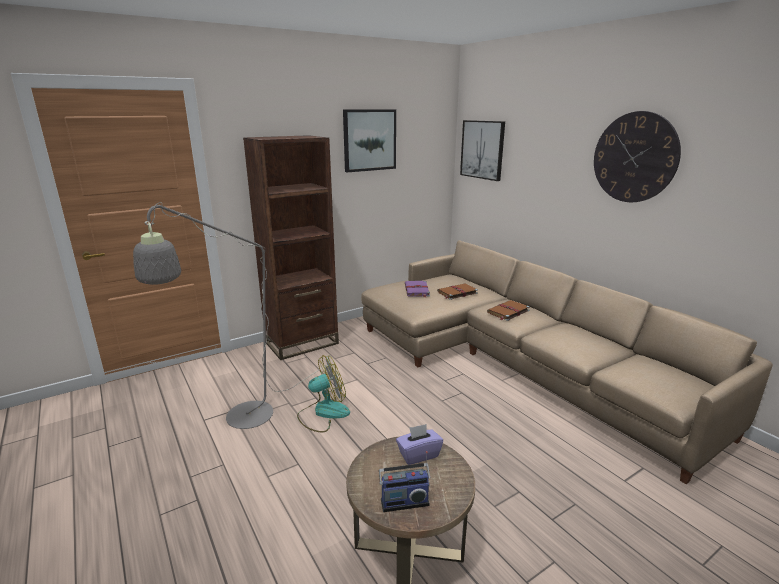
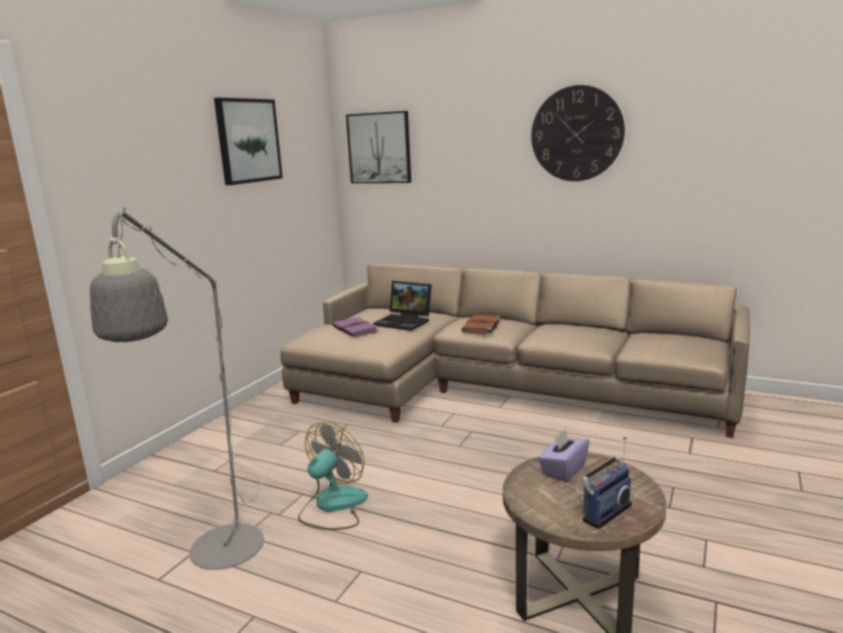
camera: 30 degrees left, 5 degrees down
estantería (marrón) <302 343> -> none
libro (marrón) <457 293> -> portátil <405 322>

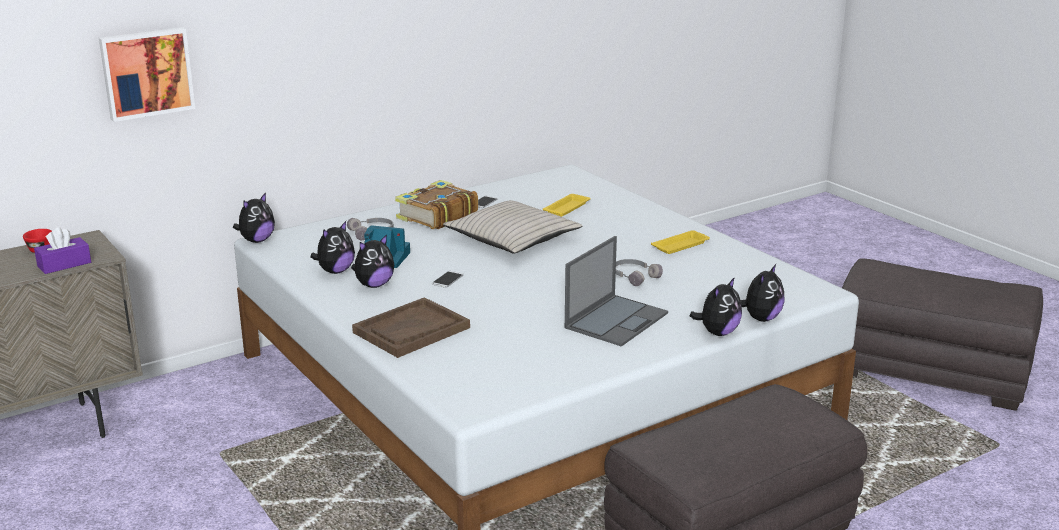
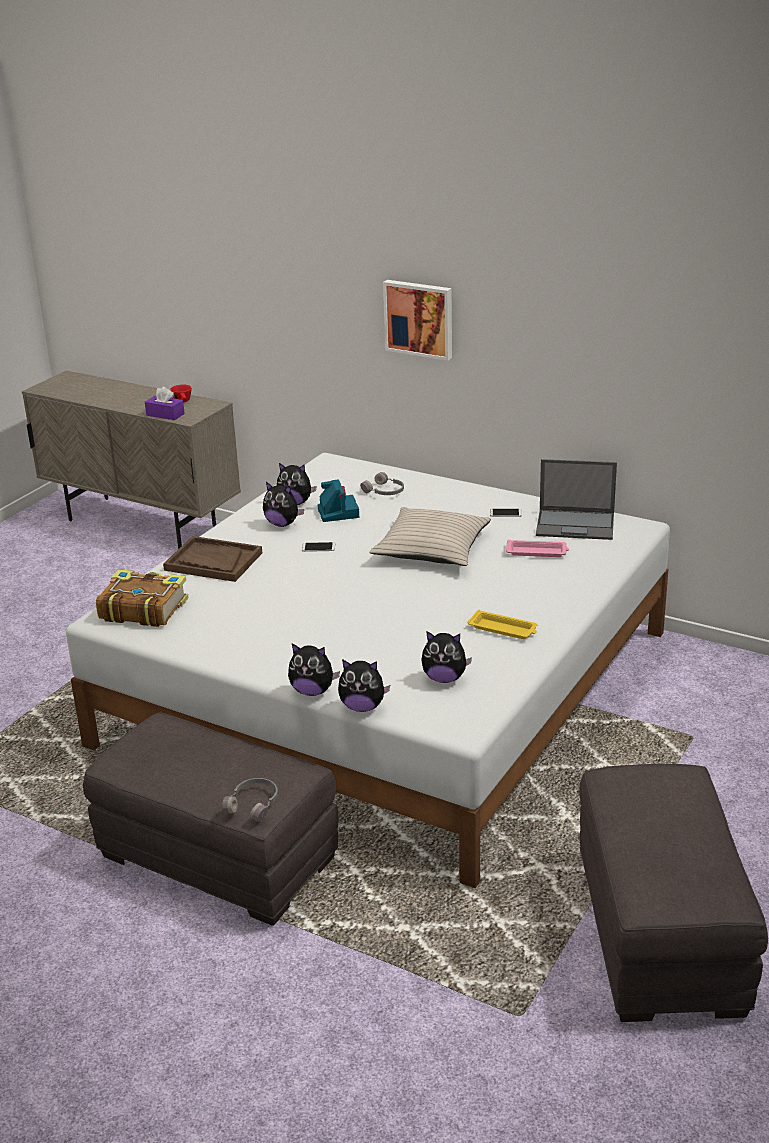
camera: 65 degrees right, 5 degrees up
cuadro <146 73> -> cuadro <419 318>, shifted
peluche <256 240> -> peluche <444 678>, shifted
libro <436 216> -> libro <143 609>, shifted
portátil <617 320> -> portátil <576 525>, shifted
auriculares (gris) <634 276> -> auriculares (gris) <254 804>, shifted
bandeja (amarillo) <567 208> -> bandeja (rosa) <537 552>

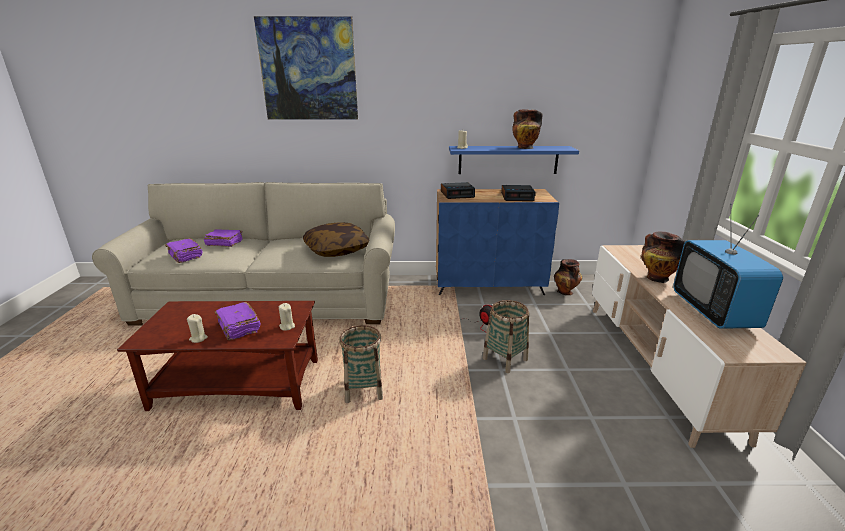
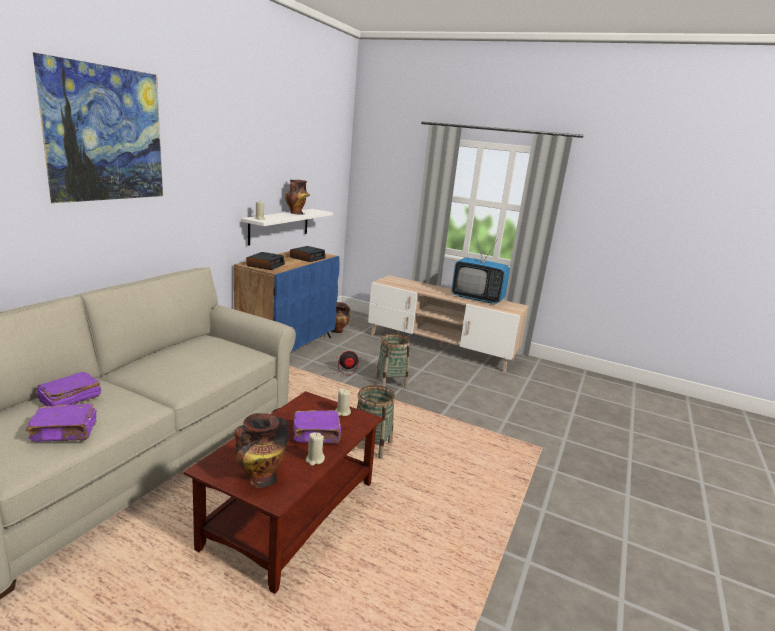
camera: 65 degrees left, 5 degrees down
cojín <337 250> -> none
florero <656 278> -> florero <261 478>, shifted
estante (azul) <508 160> -> estante (blanco) <279 226>

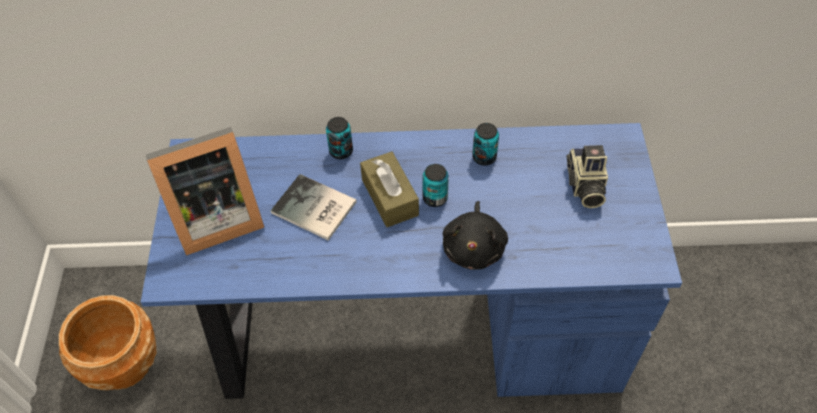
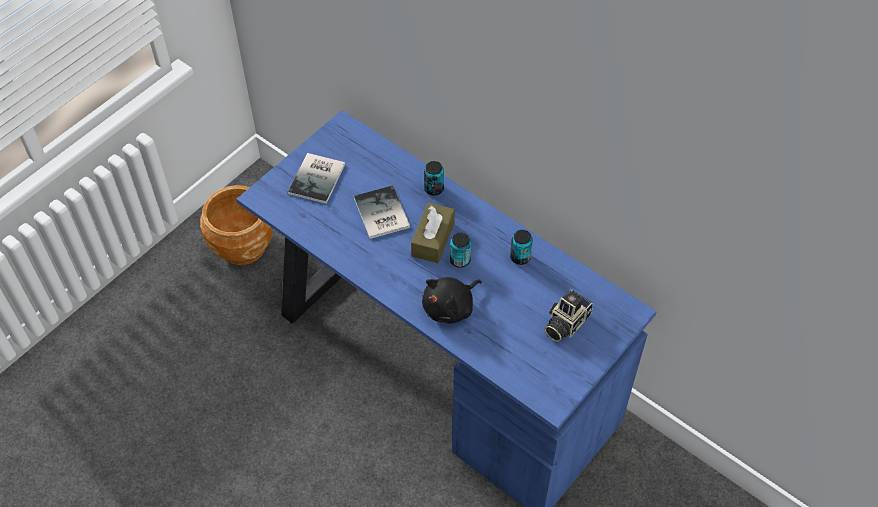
camera: 40 degrees right, 0 degrees up
portarretratos <213 218> -> libro <319 178>

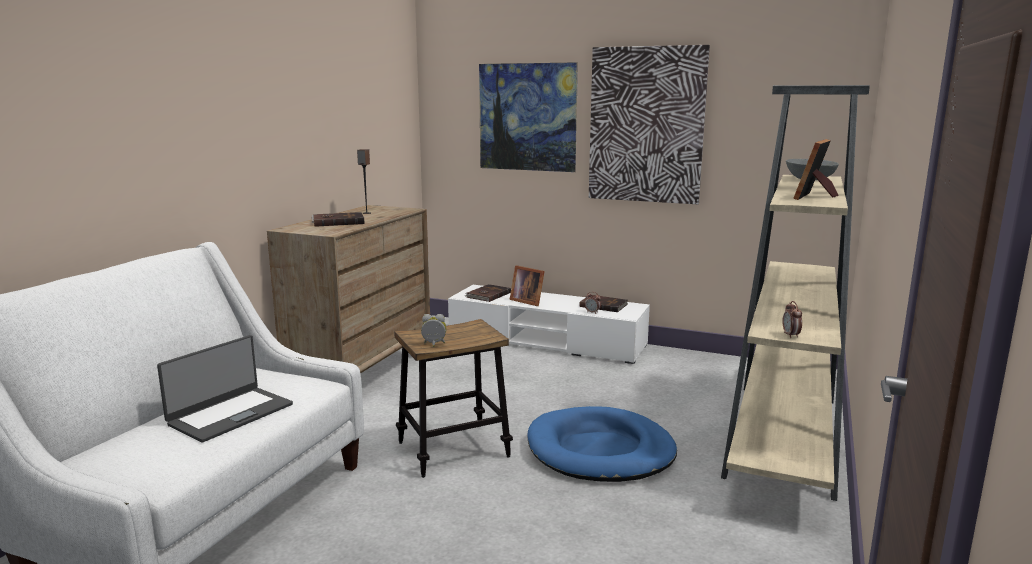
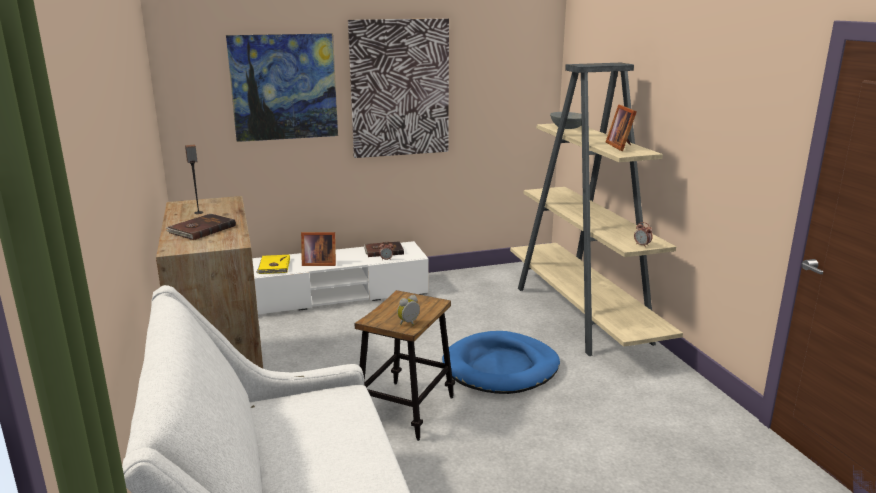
camera: 40 degrees left, 5 degrees up
portátil <230 414> -> none
libro (marrón) <488 295> -> libro (amarillo) <273 266>

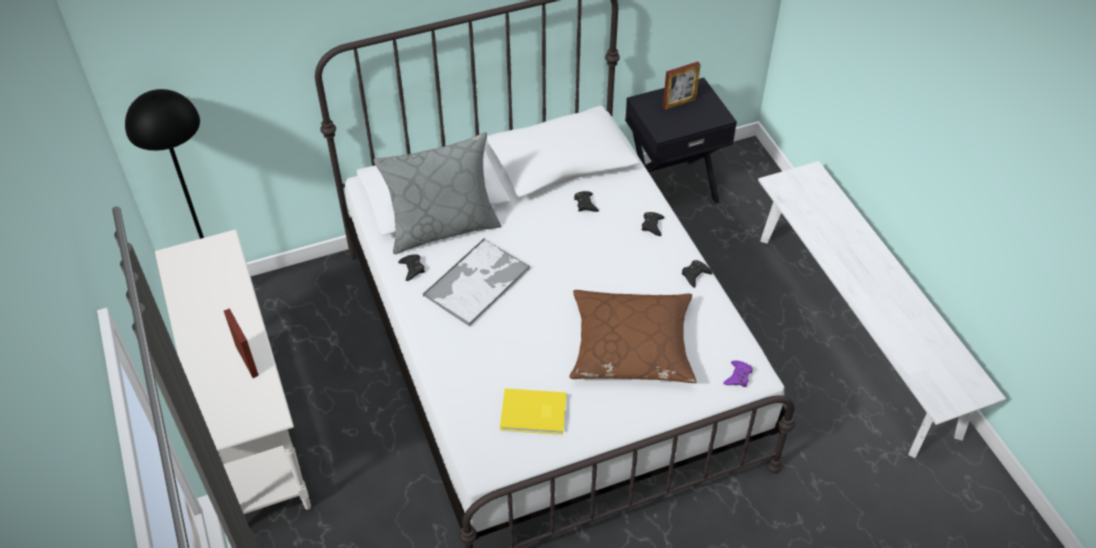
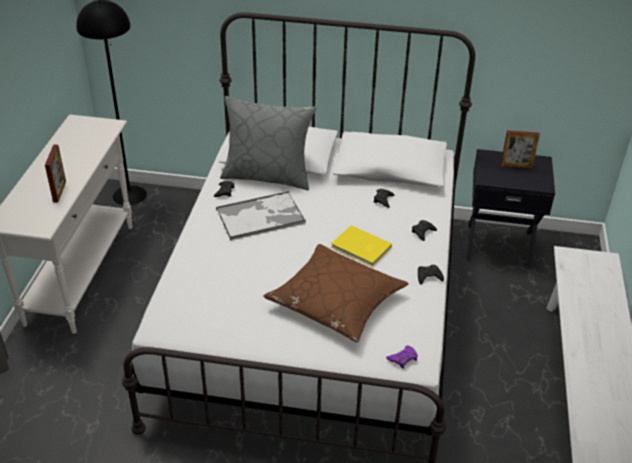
camera: 30 degrees right, 10 degrees down
libro (amarillo) <534 414> -> libro (amarillo) <361 248>, shifted

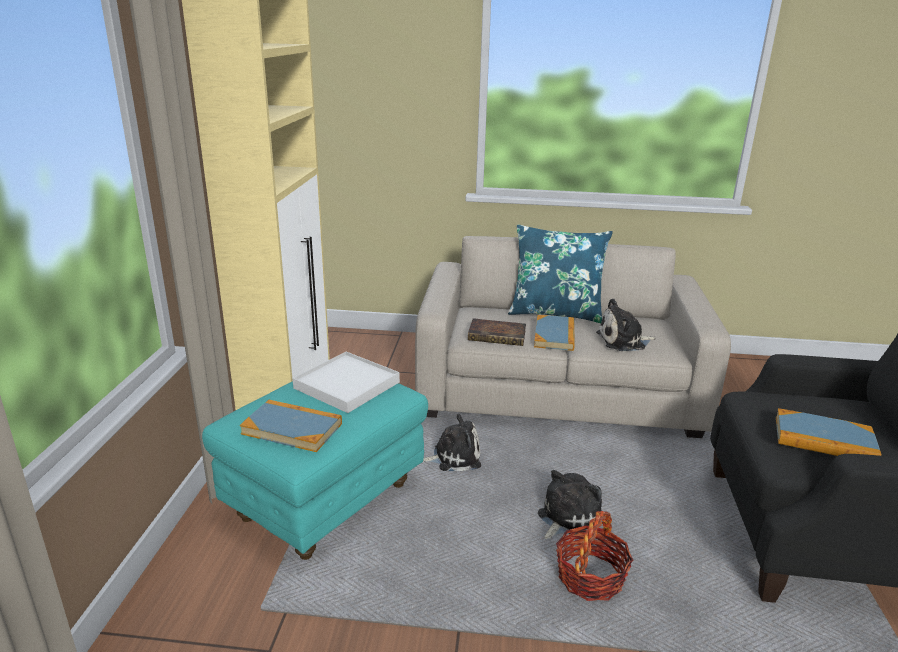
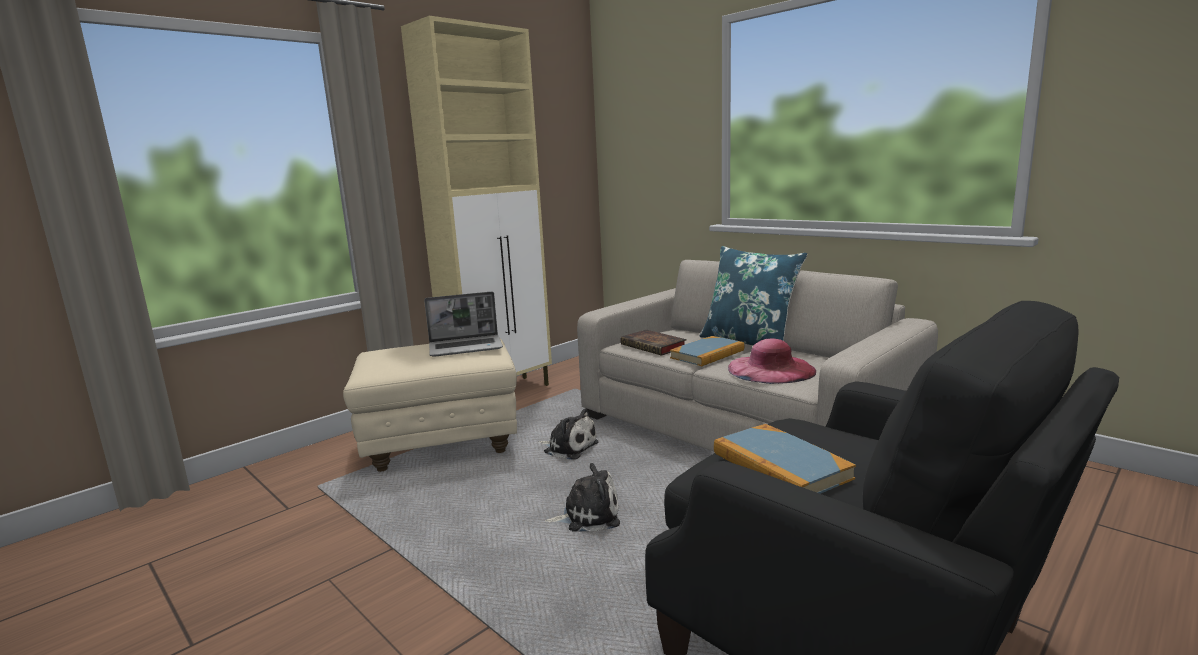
camera: 40 degrees right, 10 degrees down
libro <292 429> -> none
cesta <590 577> -> none
bandeja (blanco) <347 385> -> portátil <466 347>
peluche <624 341> -> sombrero (rosa) <771 369>
puf (turquesa) <326 500> -> puf (beis) <442 445>

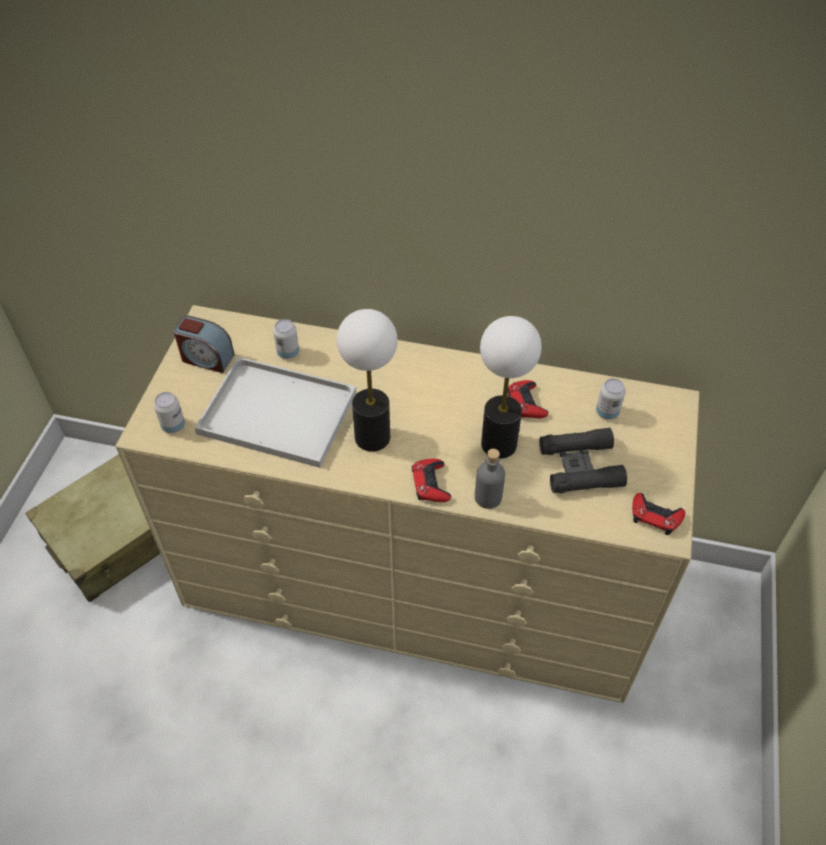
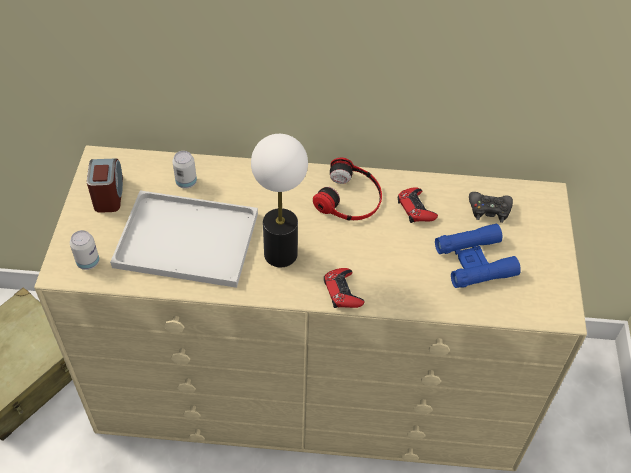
camera: 10 degrees left, 0 degrees up
botella (gris) <488 497> -> none
lámpara de mesa <499 444> -> none
mando de consola (rojo) <655 516> -> none
none -> auriculares <350 198>
lata <607 412> -> mando de consola (negro) <489 210>
prismáticos (negro) <580 466> -> prismáticos (azul) <475 261>
despertador <206 358> -> despertador <109 195>, 105 degrees counterclockwise

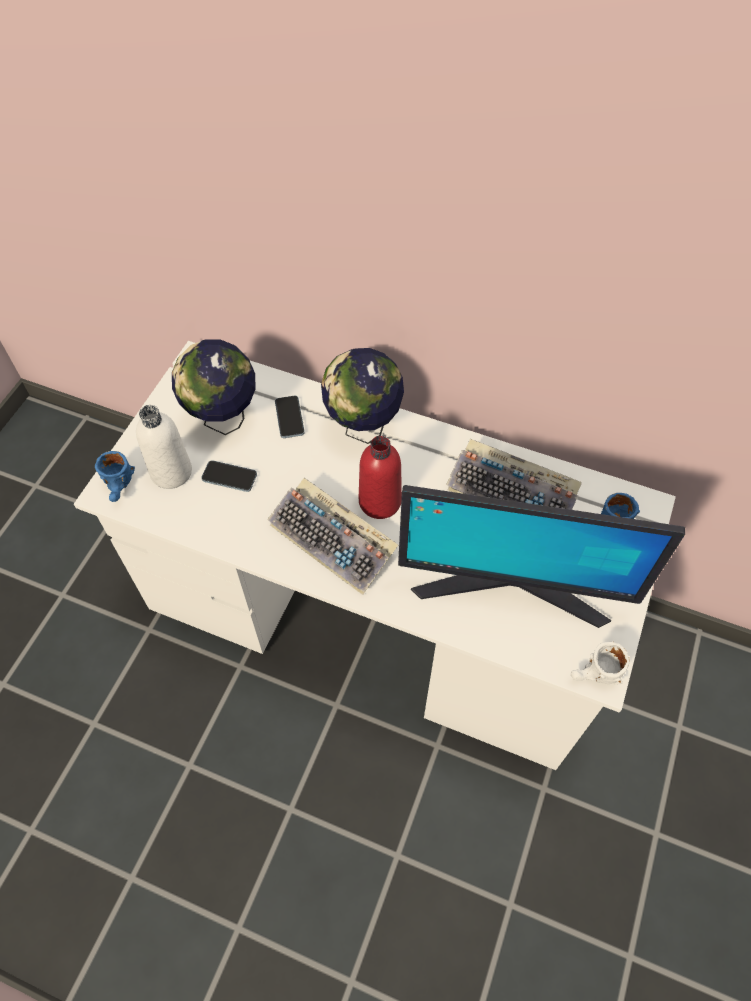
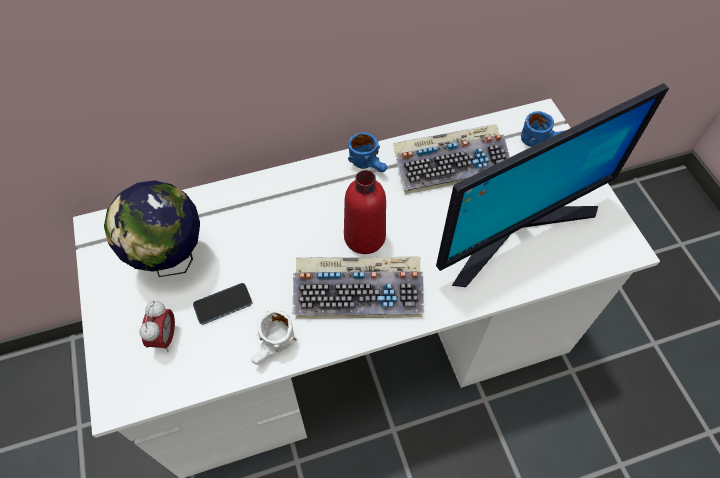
camera: 40 degrees left, 0 degrees up
móvil <289 418> -> none
globo terráqueo <363 428> -> none
taza grande (azul) <120 487> -> taza grande (azul) <370 165>, shifted
taza grande (blanco) <595 676> -> taza grande (blanco) <274 348>, shifted
botella (blanco) <171 472> -> despertador <165 337>

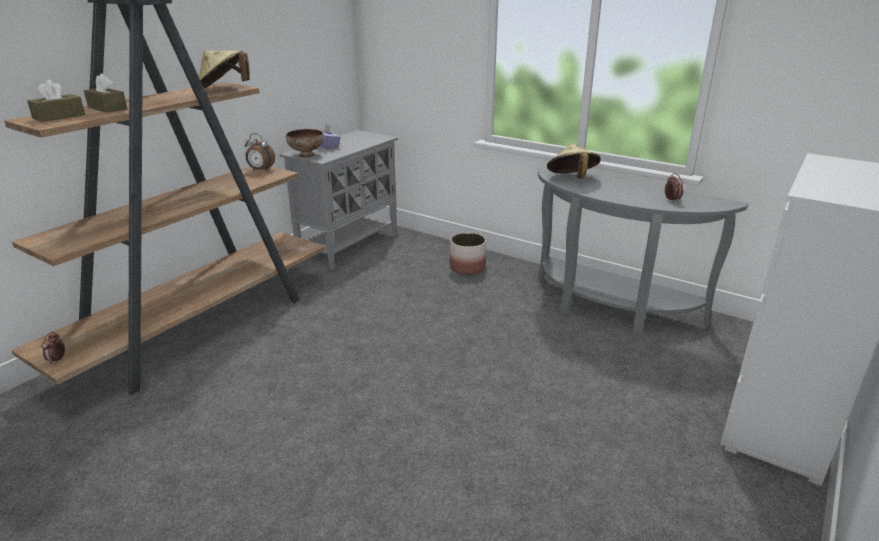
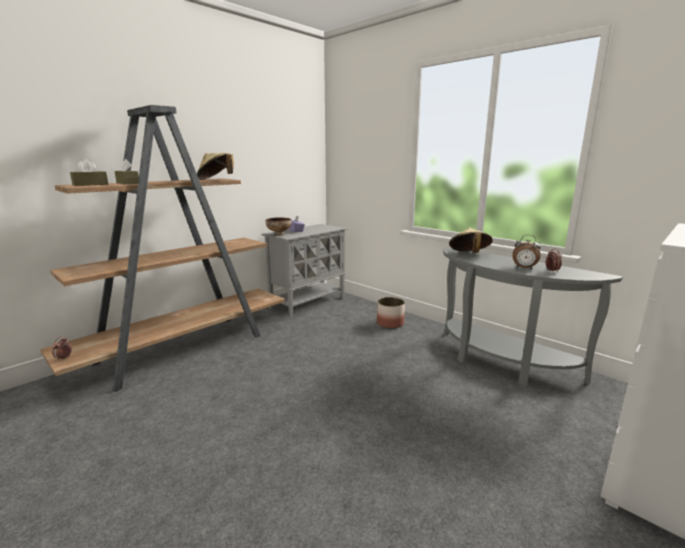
camera: 10 degrees right, 10 degrees down
despertador <260 170> -> despertador <524 268>, shifted

